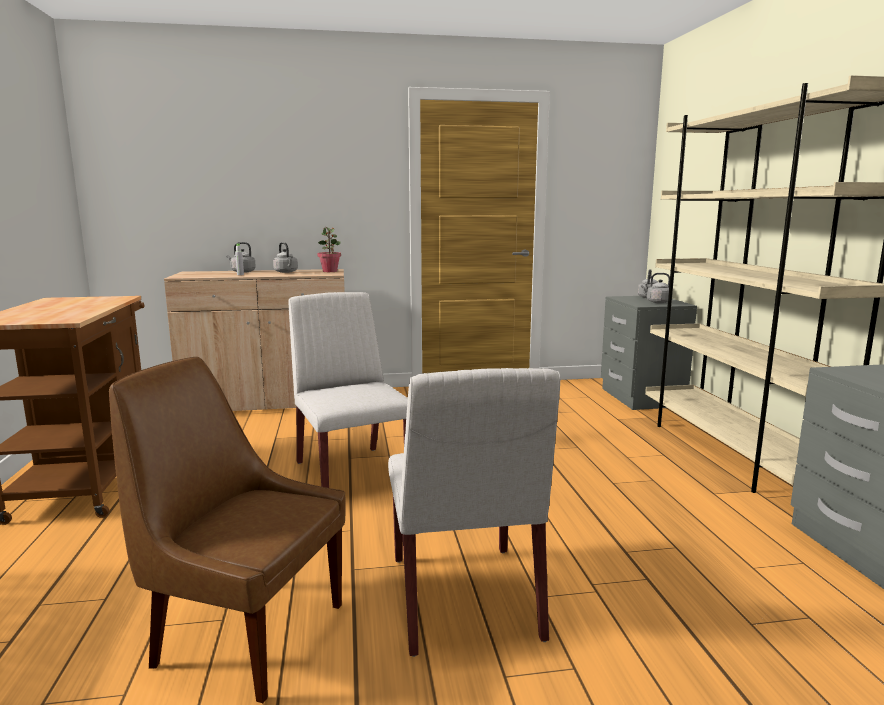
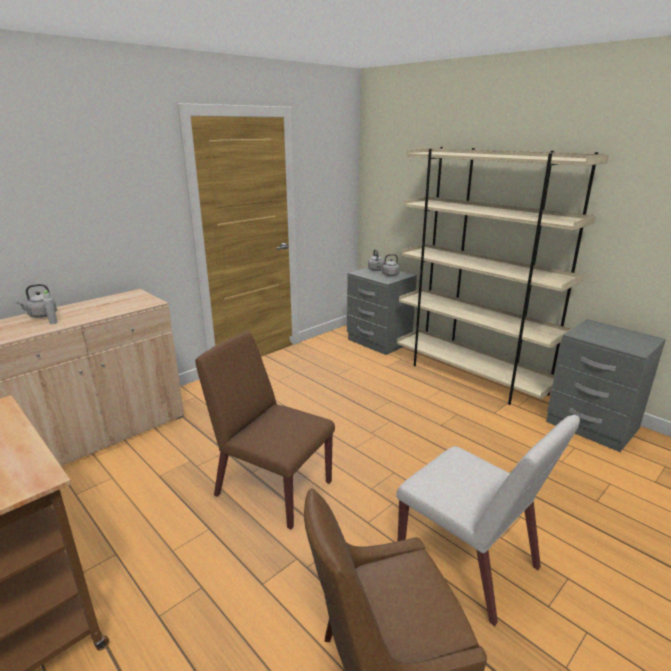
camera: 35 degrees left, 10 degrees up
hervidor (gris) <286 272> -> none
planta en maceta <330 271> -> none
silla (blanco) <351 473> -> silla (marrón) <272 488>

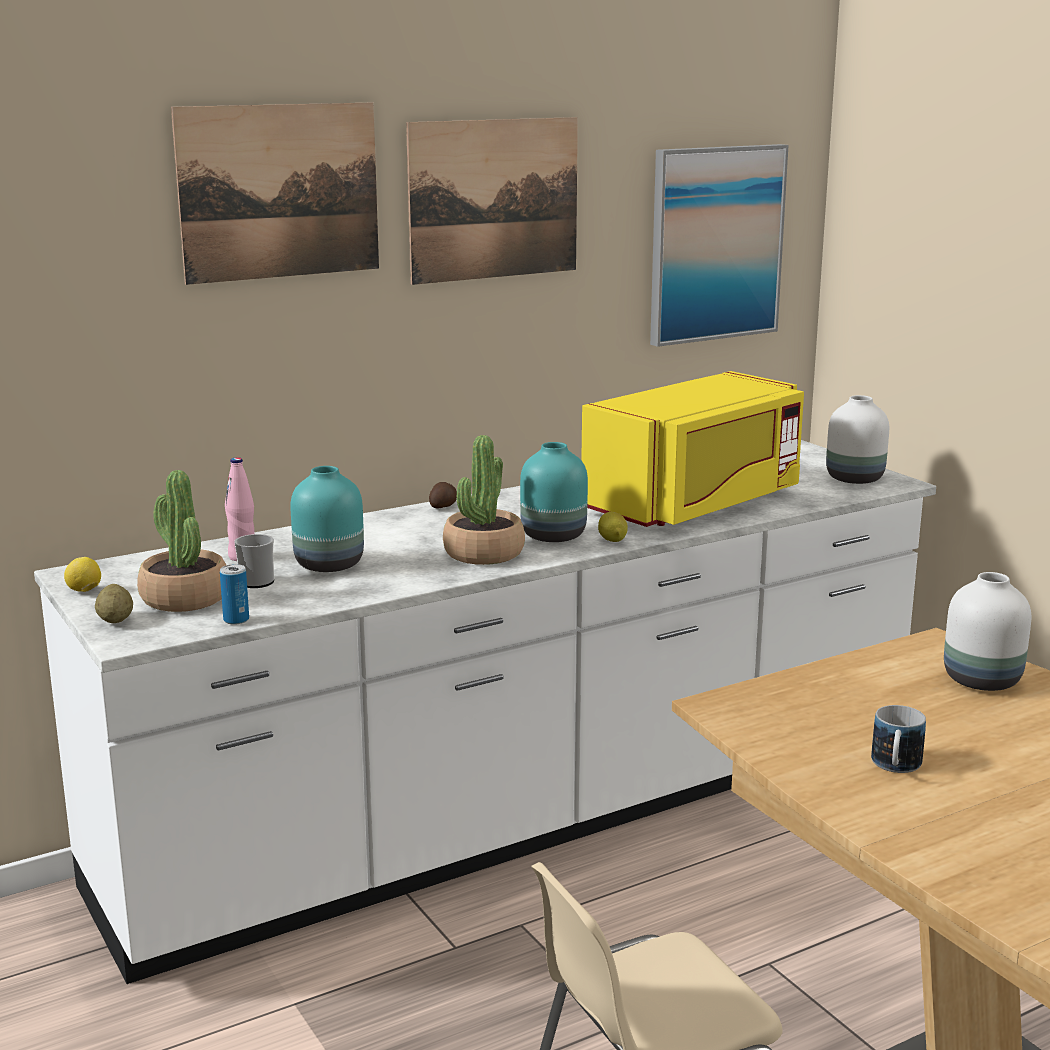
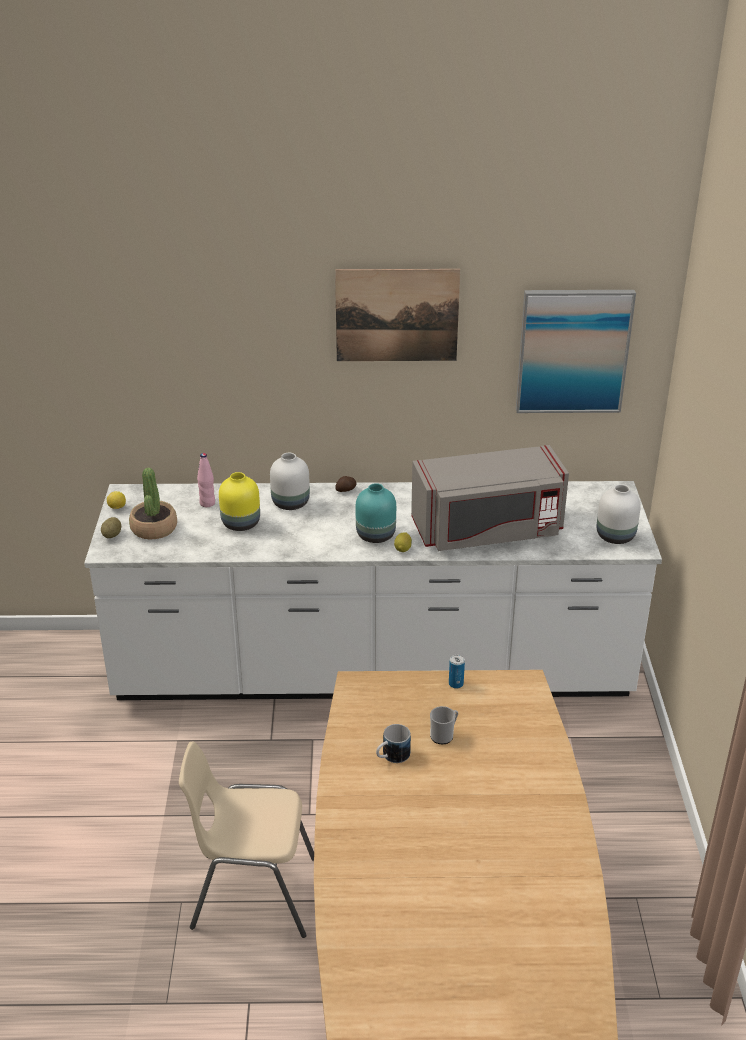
camera: 30 degrees right, 15 degrees up
cuadro <279 191> -> none
planta en maceta <483 553> -> none
lata <236 620> -> lata <456 684>, shifted
taza grande <259 580> -> taza grande <444 735>, shifted
florero (blanco) <983 681> -> florero (blanco) <290 504>, shifted
florero (turquesa) <327 565> -> florero (amarillo) <240 523>
microondas (amarillo) <695 503> -> microondas (gris) <487 530>

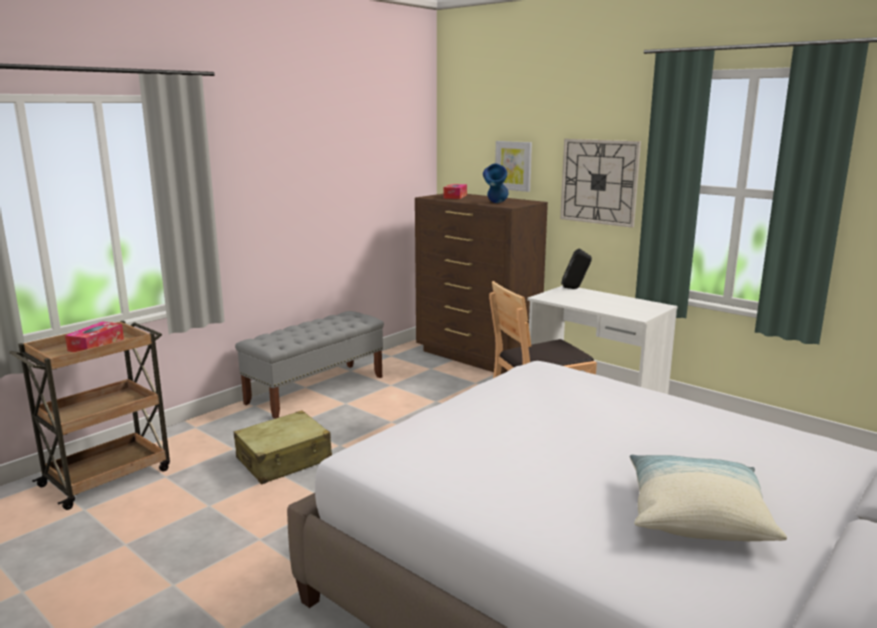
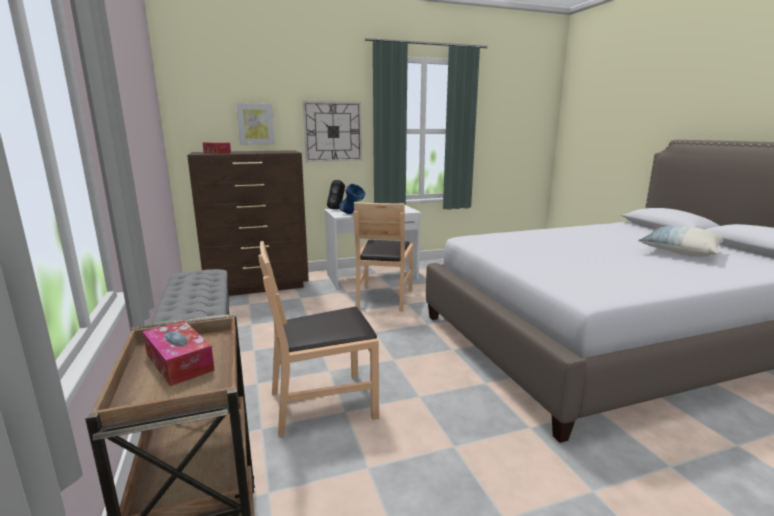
camera: 60 degrees left, 0 degrees up
florero (azul) <496 203> -> florero (azul) <352 214>, shifted
maleta (beis) <284 460> -> silla (marrón) <323 403>

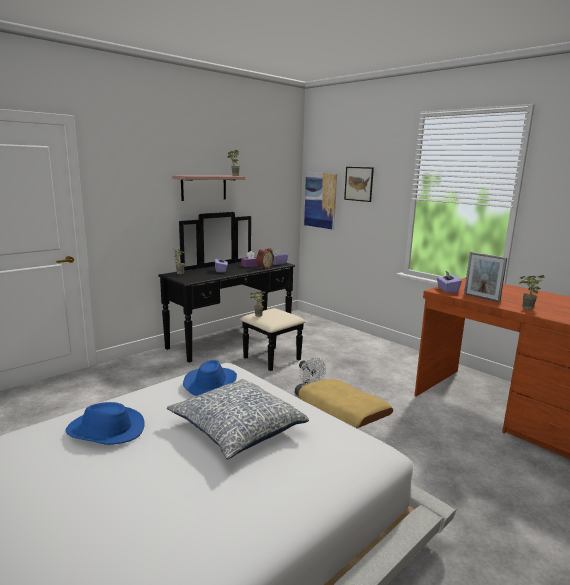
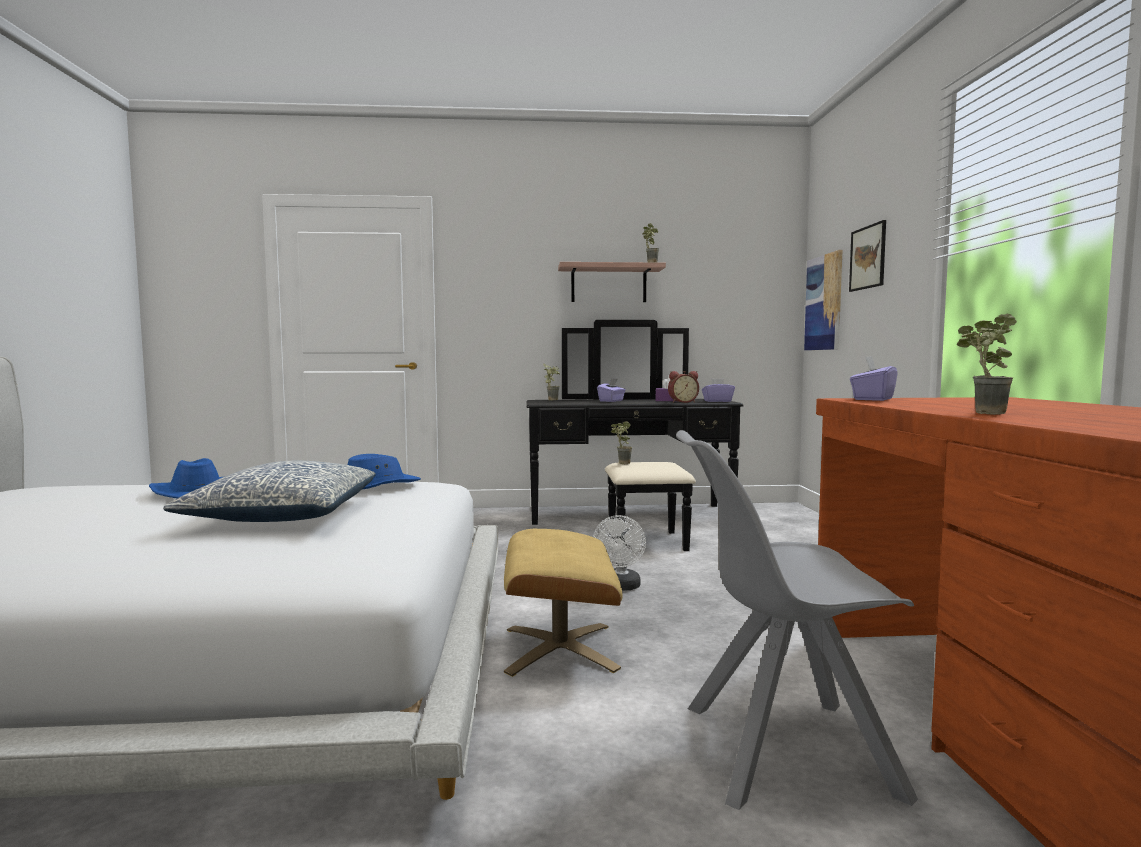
camera: 40 degrees right, 10 degrees down
portarretratos <481 298> -> none
none -> silla (gris) <781 750>

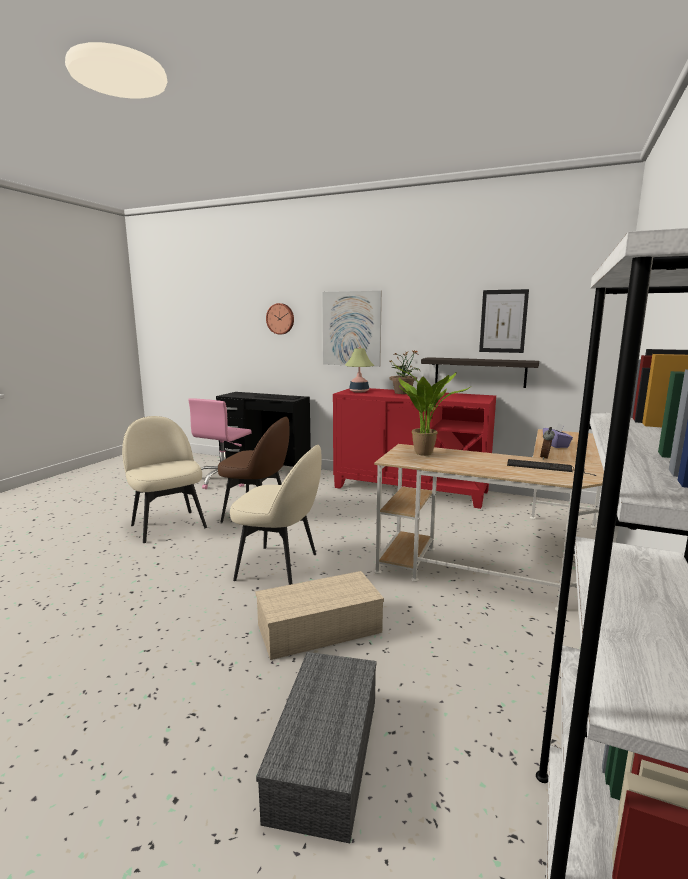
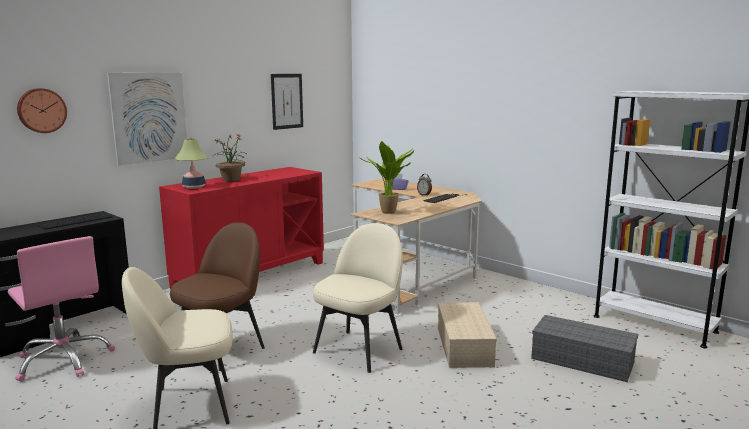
camera: 70 degrees left, 0 degrees up
estante <479 372> -> none

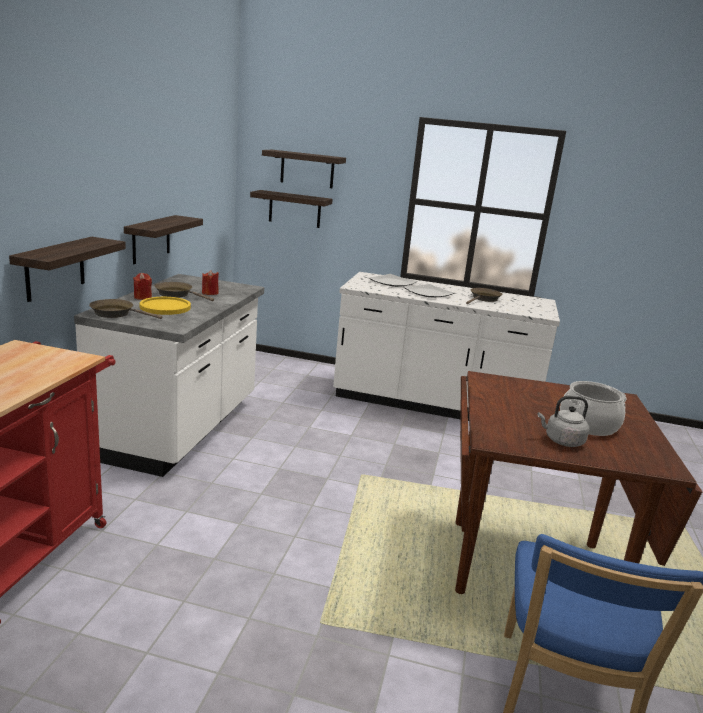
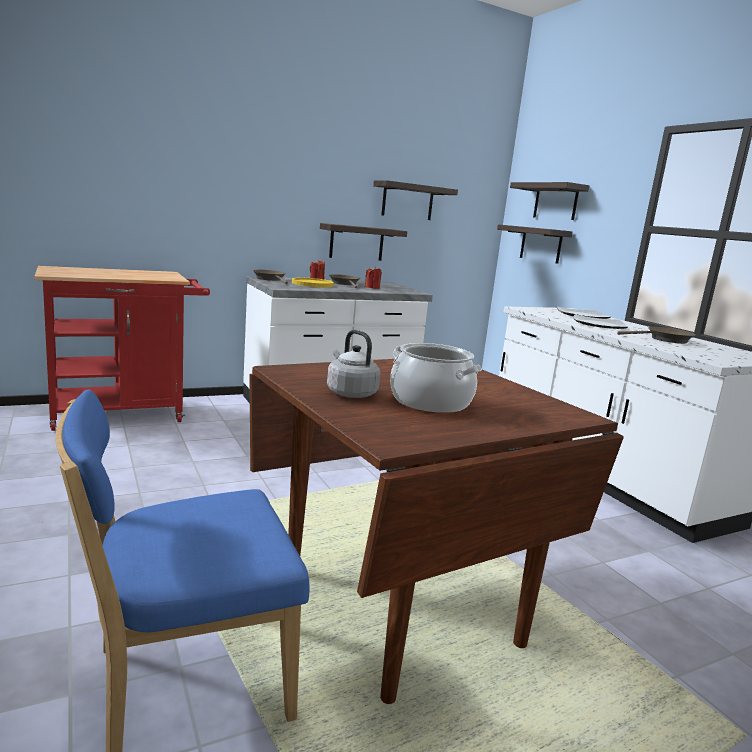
camera: 50 degrees right, 5 degrees down
estante <55 268> -> estante <407 201>, shifted

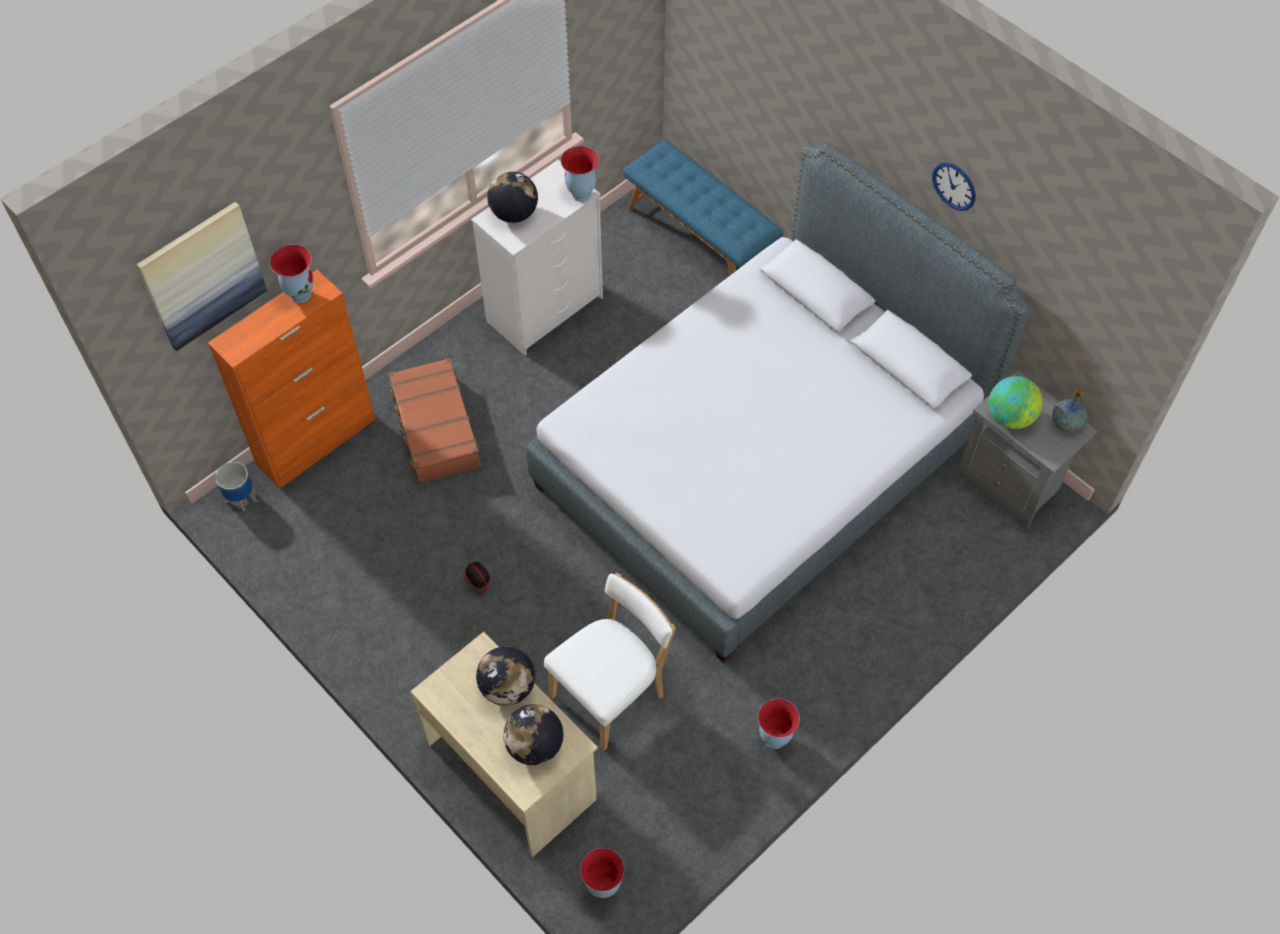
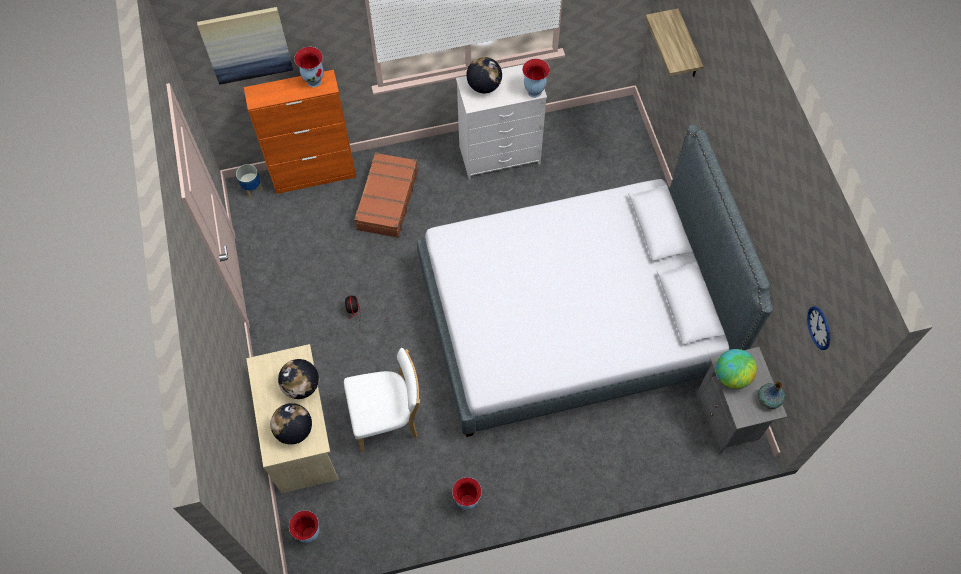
camera: 30 degrees right, 5 degrees up
banco (azul) <700 237> -> none
none -> estante <688 46>
reloj de pared <954 186> -> reloj de pared <819 328>, shifted

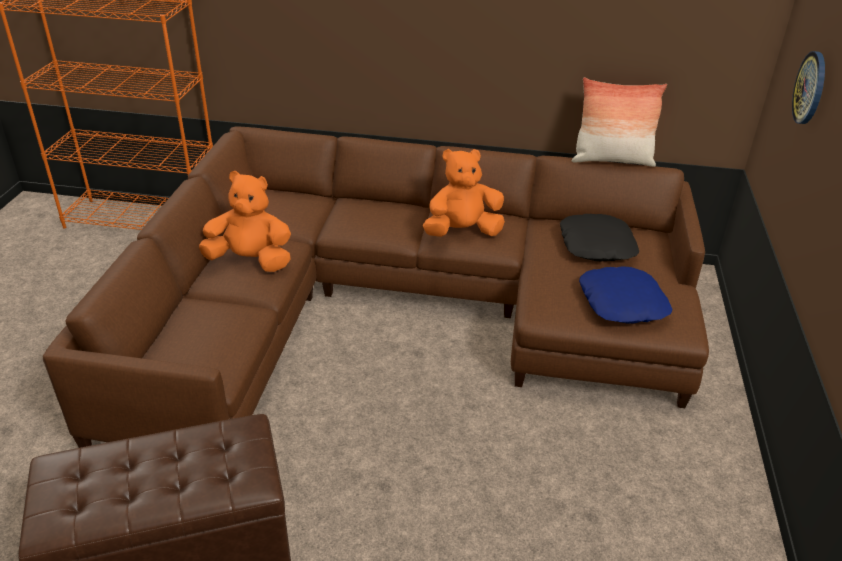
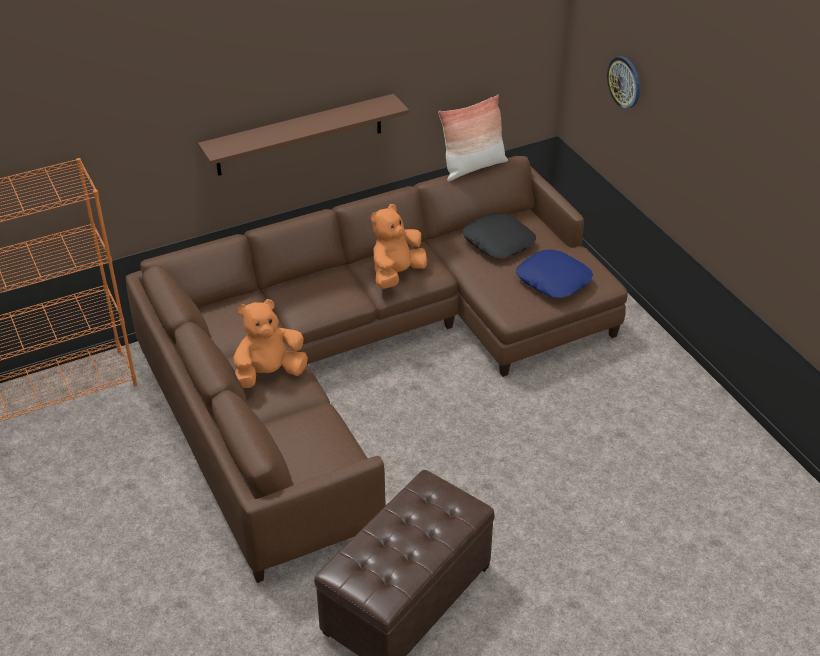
camera: 35 degrees left, 5 degrees up
none -> estante (marrón) <299 135>

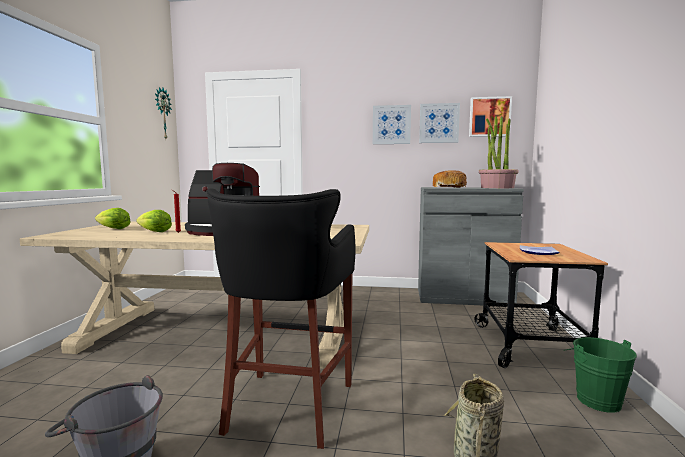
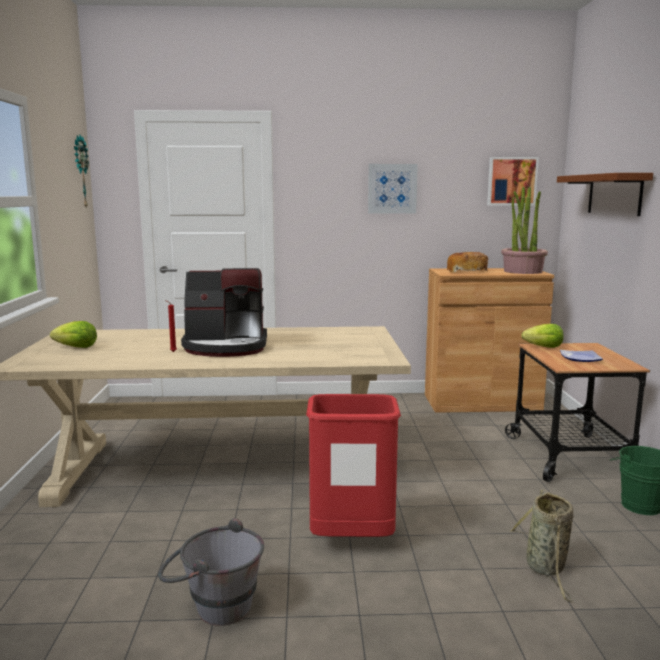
camera: 10 degrees left, 5 degrees up
cuadro <439 123> -> none
none -> estante (marrón) <614 194>
lechuga <155 232> -> lechuga <544 347>, shifted
taburete (negro) <287 408> -> papelera (rojo) <351 541>
armario (gris) <463 297> -> armario (marrón) <481 402>

